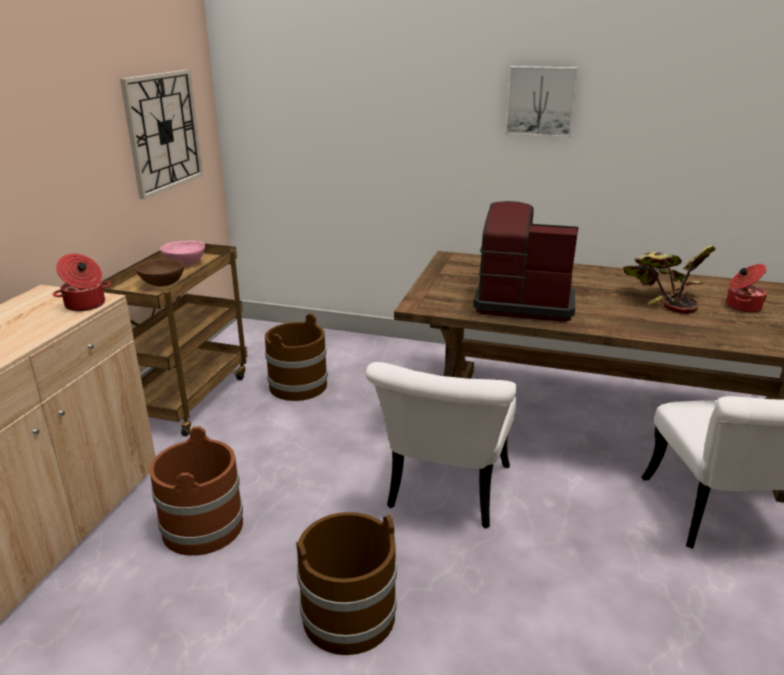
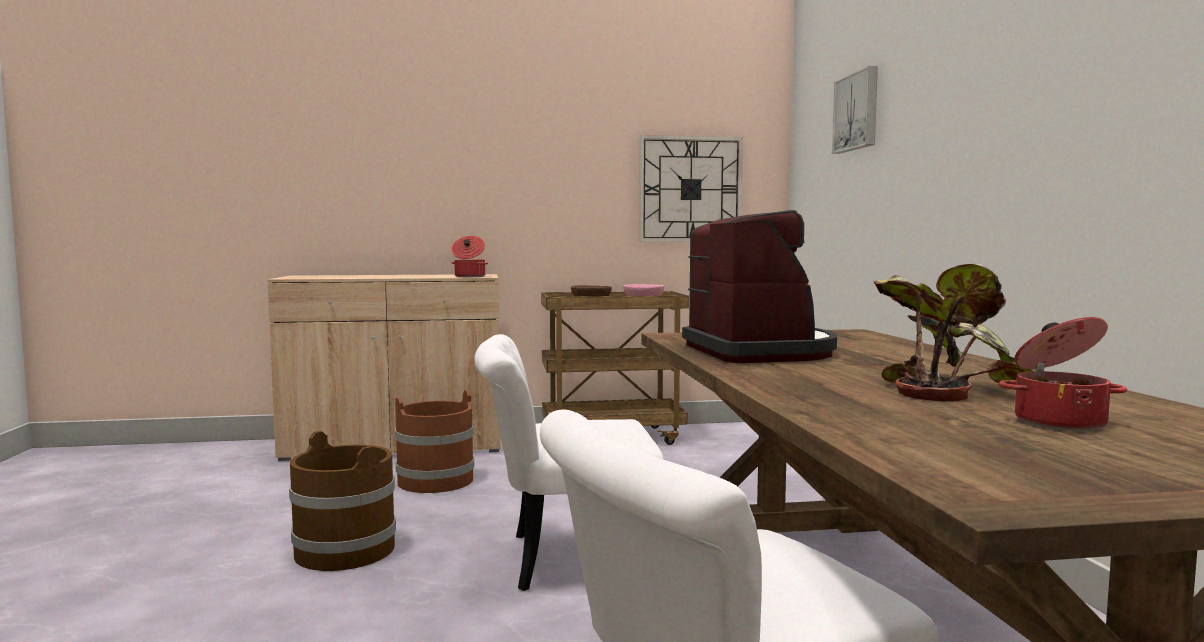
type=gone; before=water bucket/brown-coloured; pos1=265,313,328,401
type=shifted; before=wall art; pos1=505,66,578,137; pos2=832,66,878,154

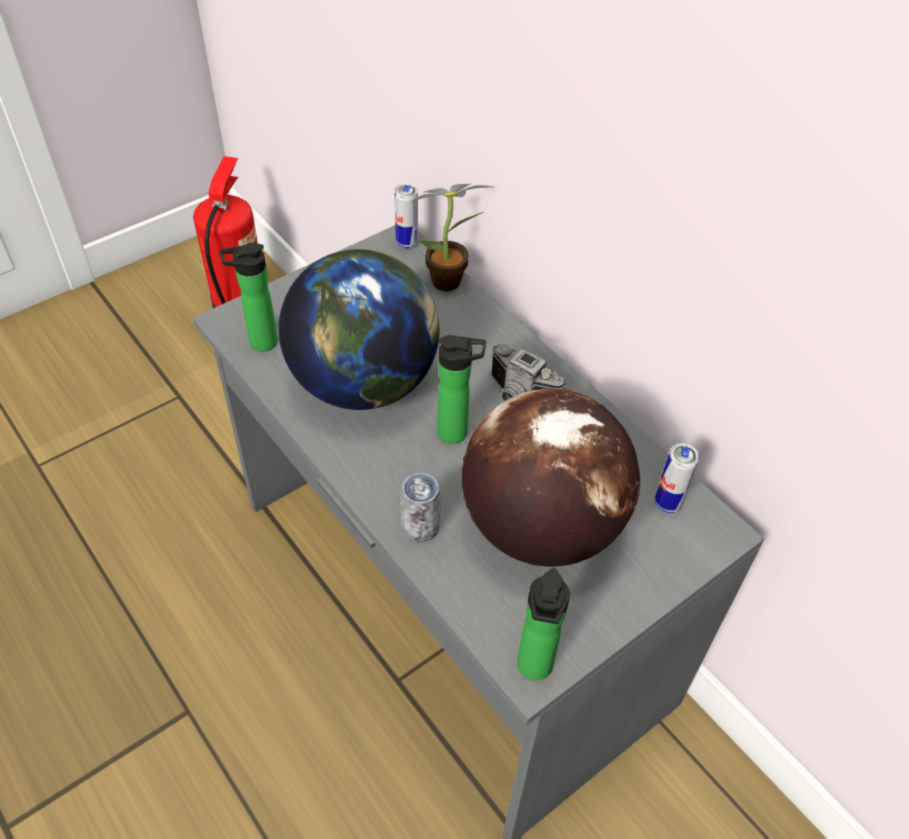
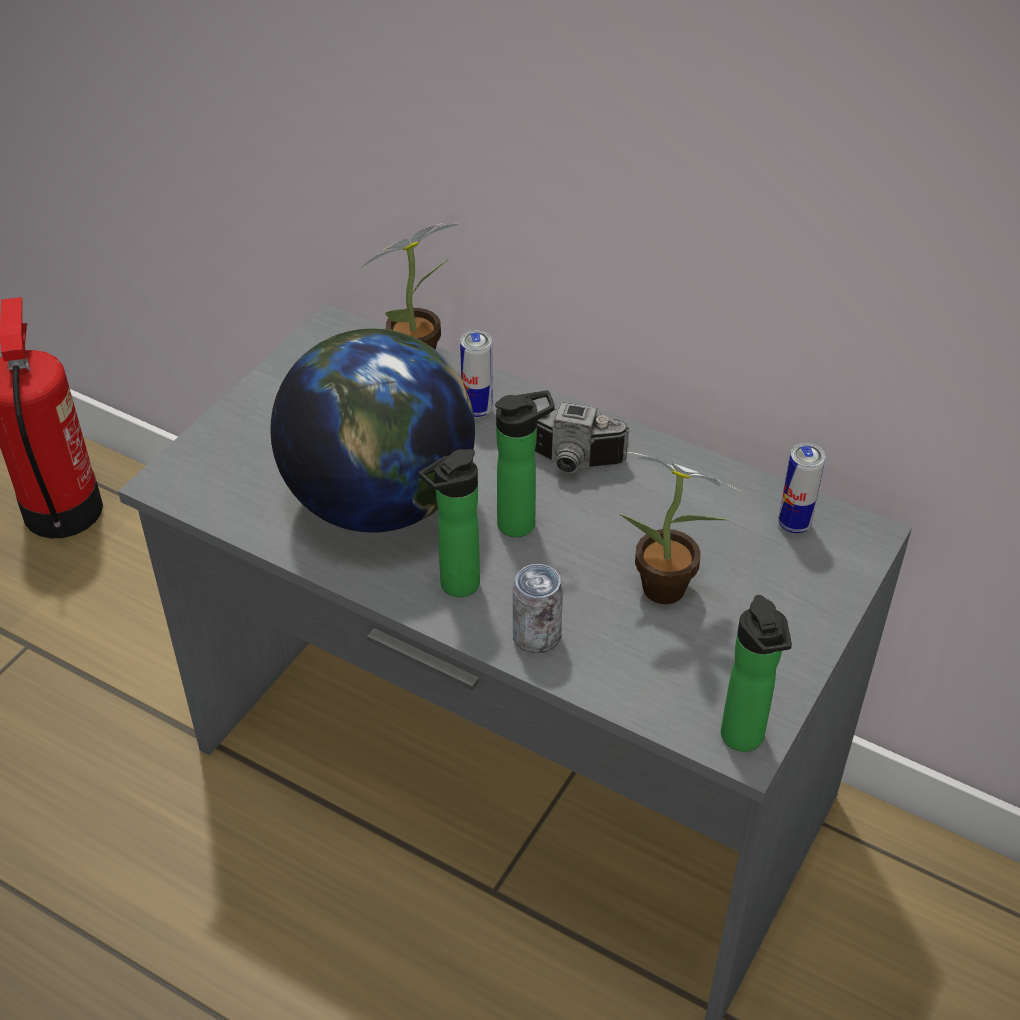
type=shifted; before=bottle; pos1=219,243,278,351; pos2=419,449,480,597
type=shifted; before=metal can; pos1=395,183,418,249; pos2=460,330,493,418
type=swapped; before=world globe; after=potted plant; pos1=462,388,641,567; pos2=620,452,743,604

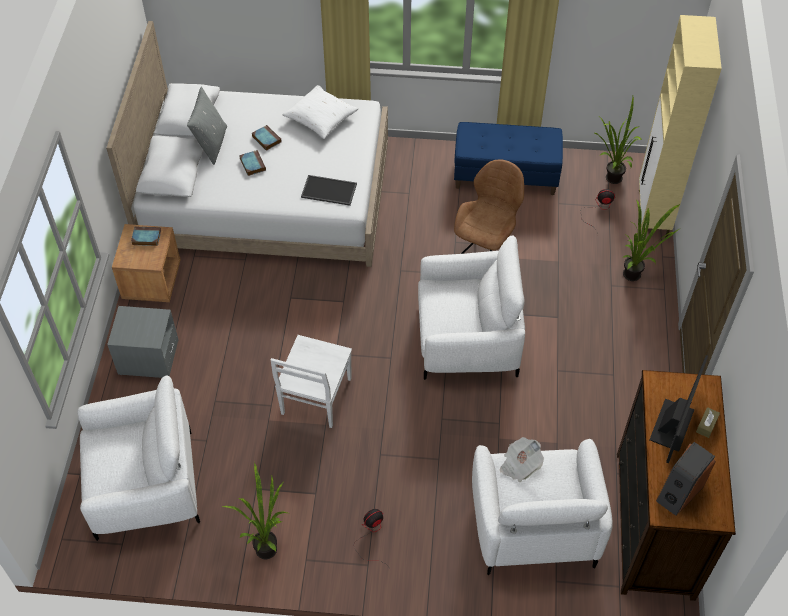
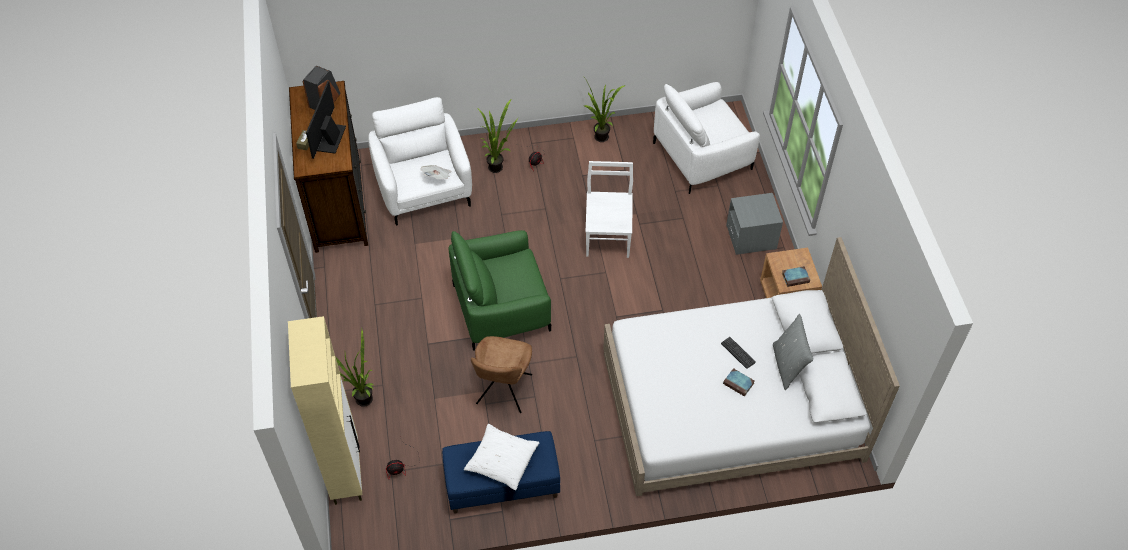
type=swapped; before=bound book; after=computer keyboard; pos1=239,150,266,176; pos2=721,337,756,369
type=shifted; before=throw pillow/whitish; pos1=282,85,358,139; pos2=464,424,540,490
type=gone; before=carrying tray; pos1=301,175,357,206
type=repainted; before=easy chair/whitish; after=easy chair/green; pos1=418,235,525,380; pos2=448,230,551,351
type=shifted; before=potted plant; pos1=595,97,643,184; pos2=477,99,519,173

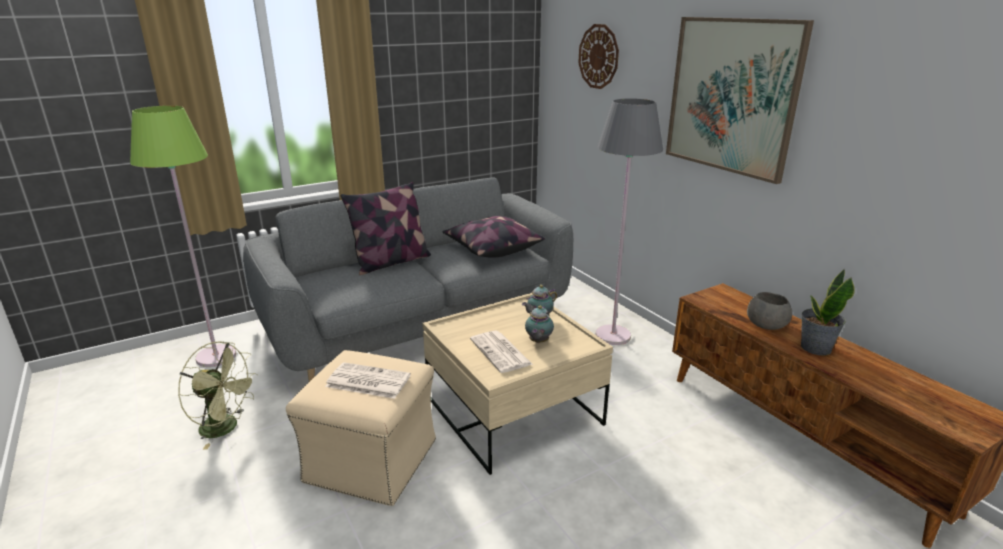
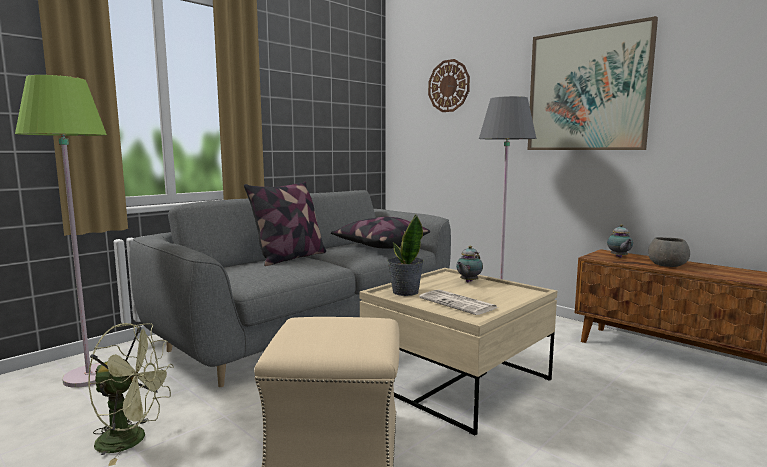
type=gone; before=printed paper; pos1=325,362,411,399
type=shifted; before=tea pot; pos1=525,305,554,343; pos2=607,224,633,258
type=shifted; before=potted plant; pos1=801,269,855,355; pos2=387,215,424,296

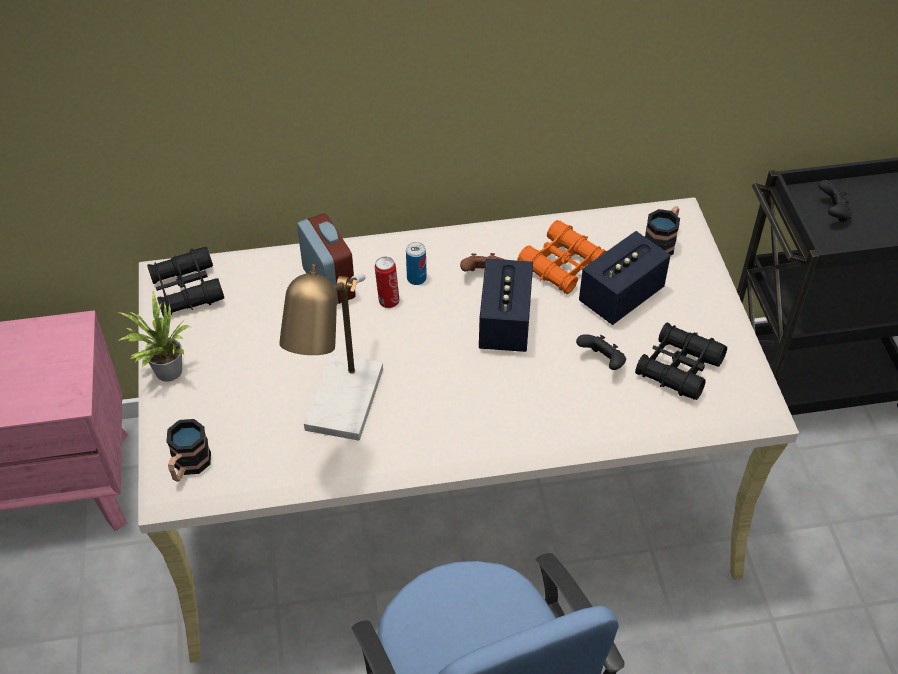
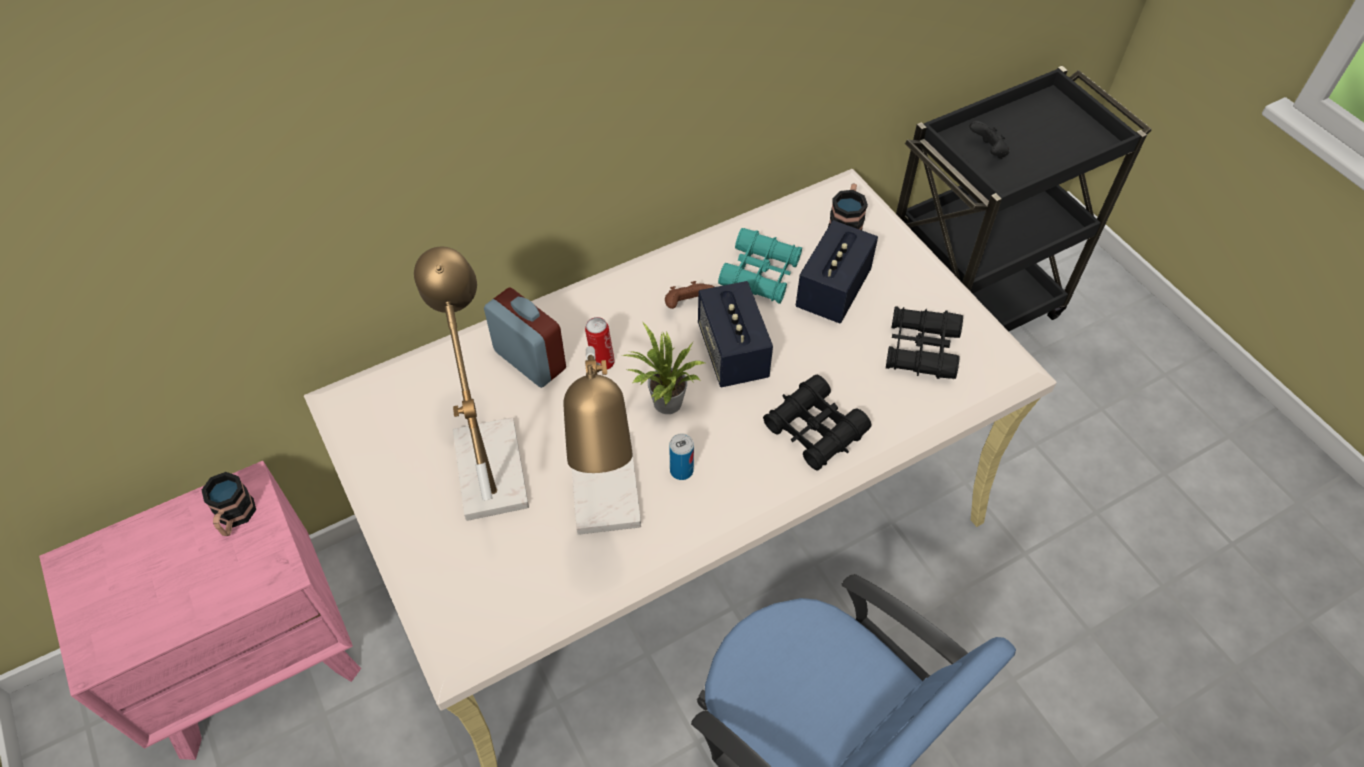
type=shifted; before=potted plant; pos1=118,291,191,382; pos2=622,321,705,414
type=shifted; before=binoculars/black; pos1=147,247,224,317; pos2=763,375,872,471
type=shifted; before=coffee mug; pos1=166,419,211,481; pos2=202,472,256,536
type=shifted; before=metal can; pos1=406,242,427,285; pos2=669,434,694,480
type=repainted; before=binoculars/orange-coloured; after=binoculars/turquoise-coloured; pos1=517,220,607,294; pos2=718,228,802,304
type=gone; before=game controller/black; pos1=576,334,626,370
type=new; after=tabletop lamp; pos2=414,246,529,521

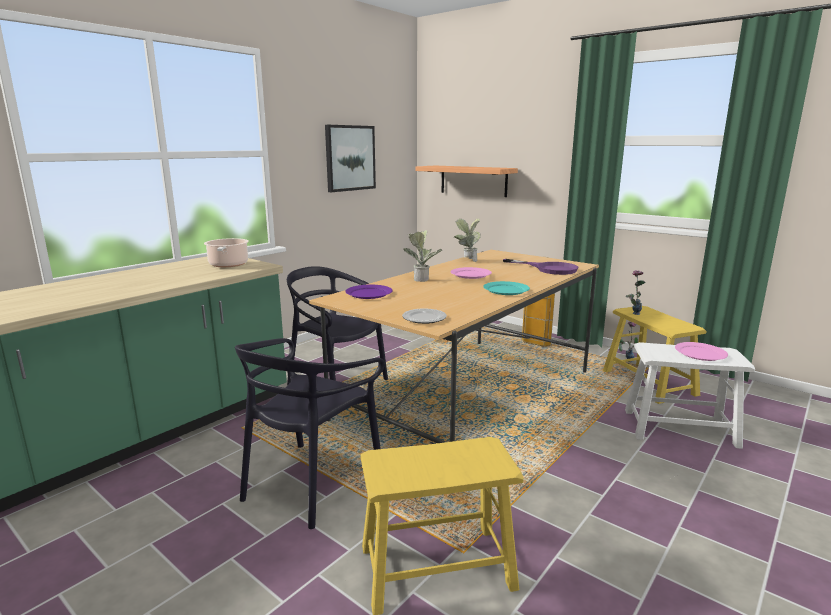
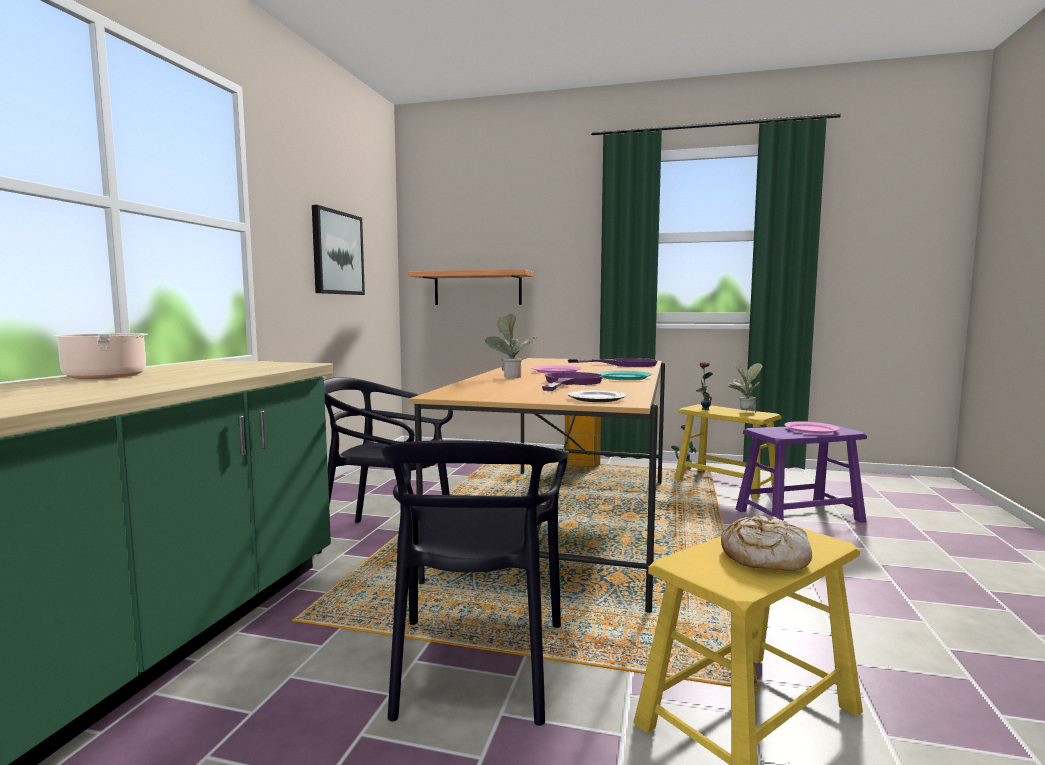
type=shifted; before=saucepot; pos1=204,238,249,267; pos2=52,333,148,379
type=gone; before=plate/purple-coloured; pos1=345,285,393,299
type=shifted; before=potted plant; pos1=454,219,481,262; pos2=727,363,763,412
type=repainted; before=stool/whitish; after=stool/purple-coloured; pos1=625,342,755,449; pos2=736,424,867,523
type=new; after=frying pan/purple-coloured; pos2=542,372,604,391
type=new; after=bakery bread; pos2=721,516,812,571

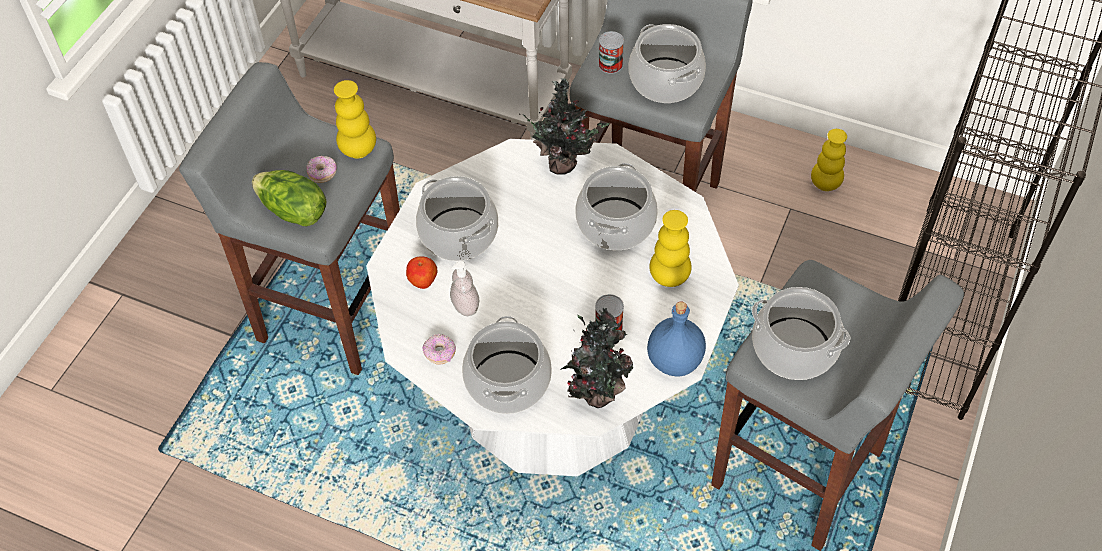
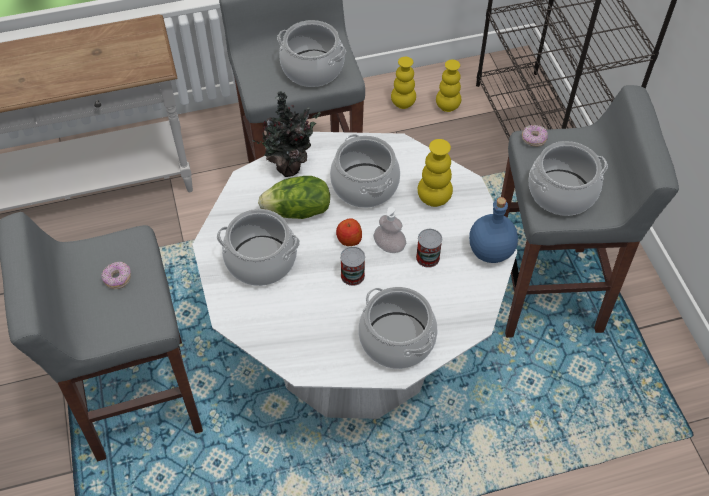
type=shifted; before=lettuce head; pos1=252,170,326,227; pos2=258,176,330,219
type=shifted; before=flower vase/yellow; pos1=334,80,376,159; pos2=436,60,461,112
type=shifted; before=apple; pos1=406,256,437,289; pos2=336,218,362,246
type=shifted; before=doughnut; pos1=422,334,456,365; pos2=522,125,548,147
type=shifted; before=soap bottle; pos1=450,261,479,316; pos2=373,207,406,253
type=gone; before=potted plant; pos1=561,308,633,408
type=shifted; before=metal can; pos1=599,31,624,74; pos2=340,246,365,286

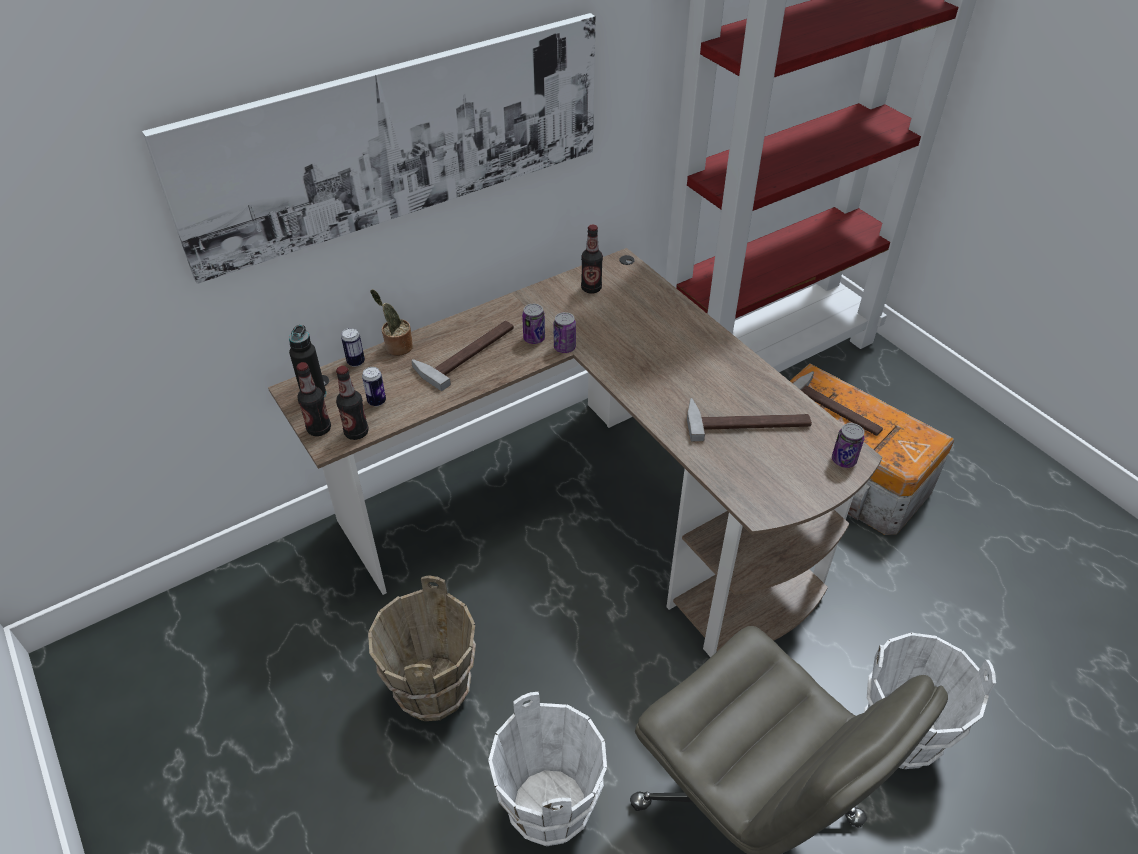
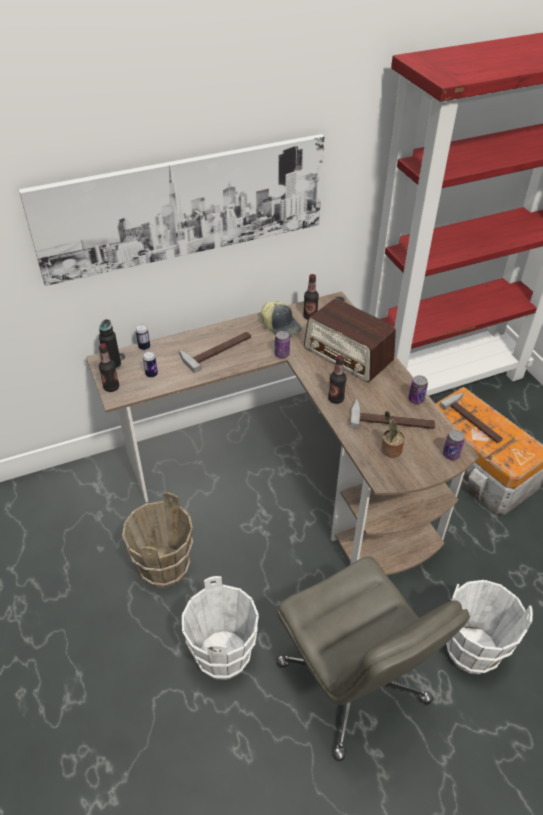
type=shifted; before=bottle; pos1=336,366,369,440; pos2=328,355,347,404
type=shifted; before=potted plant; pos1=370,289,413,356; pos2=381,411,405,458
type=shifted; before=metal can; pos1=522,304,545,344; pos2=408,375,428,404
type=new; after=peaked cap; pos2=261,301,302,337
type=new; after=radio receiver; pos2=304,298,396,382

